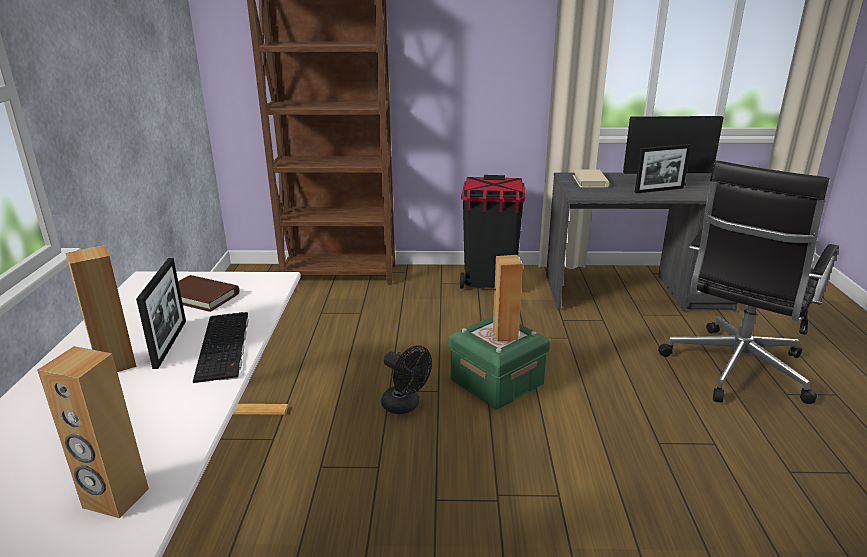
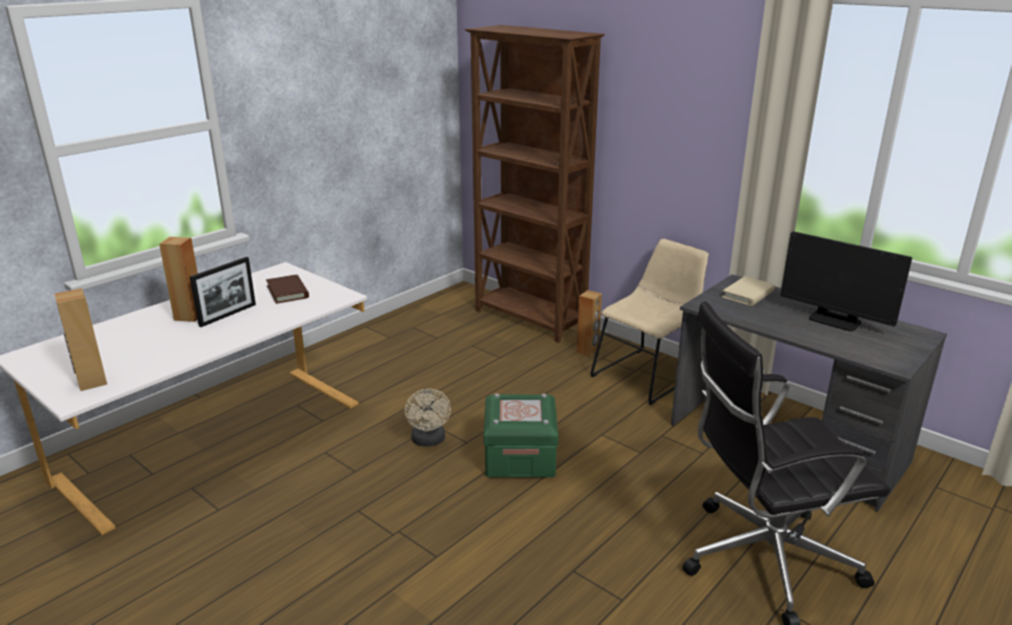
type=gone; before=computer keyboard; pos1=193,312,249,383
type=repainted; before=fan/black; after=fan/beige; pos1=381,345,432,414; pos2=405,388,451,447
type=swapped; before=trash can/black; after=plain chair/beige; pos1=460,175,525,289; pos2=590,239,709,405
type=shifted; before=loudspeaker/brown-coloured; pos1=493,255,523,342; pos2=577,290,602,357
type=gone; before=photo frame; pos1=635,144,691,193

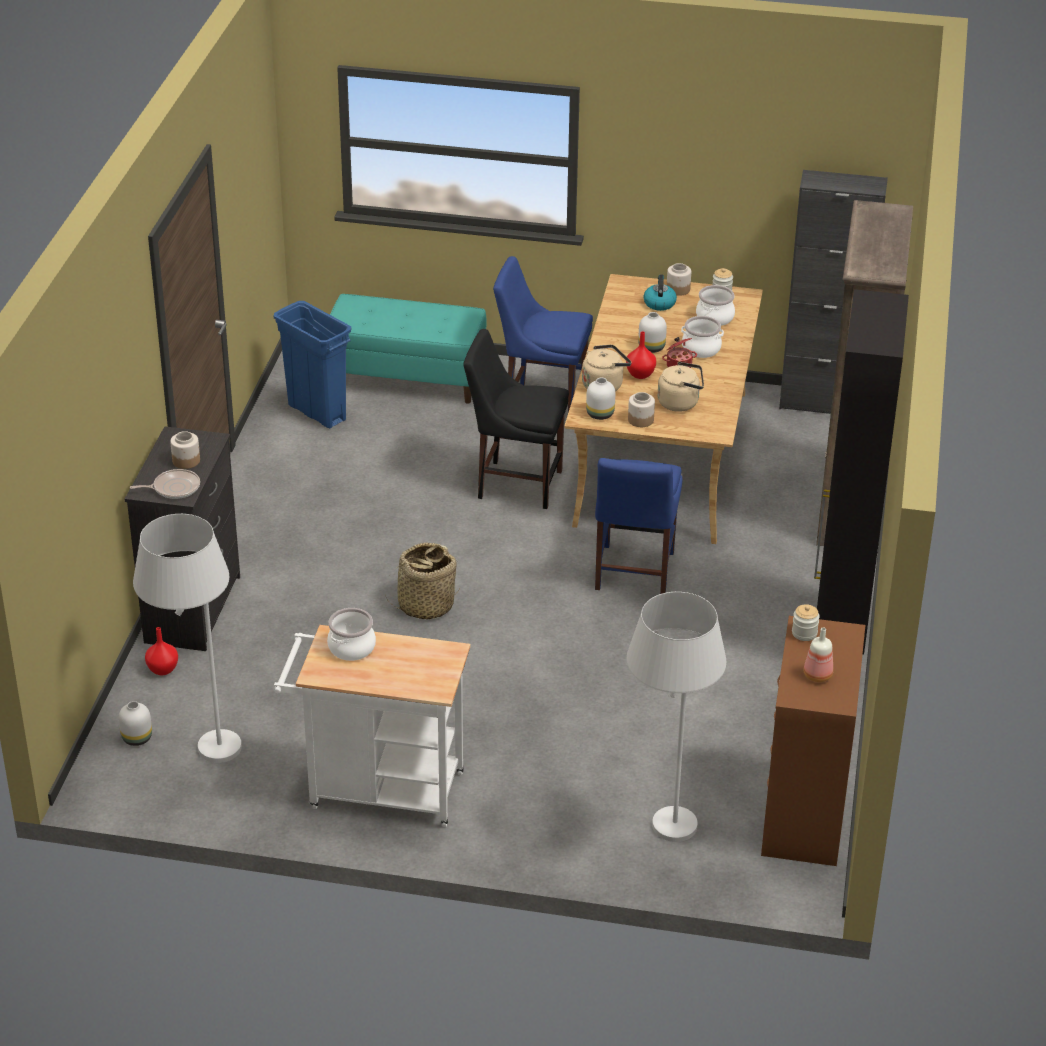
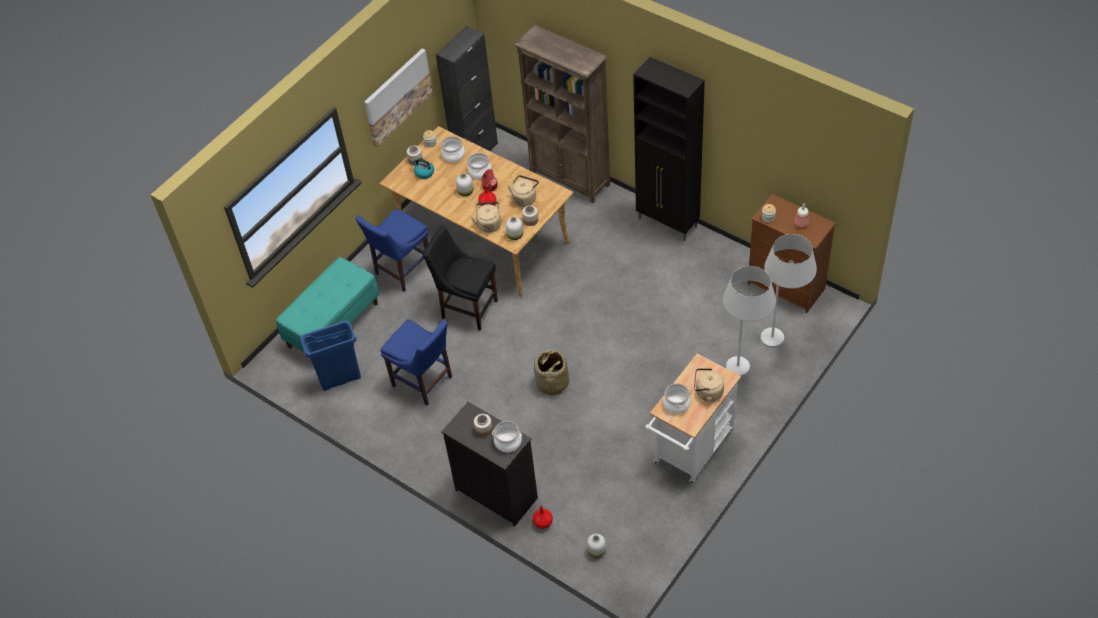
type=swapped; before=frying pan; after=saucepot; pos1=130,469,200,499; pos2=492,421,522,452
type=shifted; before=floor lamp/whitish; pos1=133,514,242,763; pos2=723,266,776,377
type=rotated; before=plain chair/black; pos1=463,329,569,509; pos2=423,226,498,331; turn=75
type=shifted; before=plain chair/blue-coloured; pos1=595,458,682,594; pos2=380,319,452,406
type=new; after=wall art; pos2=364,49,433,147
type=new; after=kettle/beige; pos2=694,368,724,402

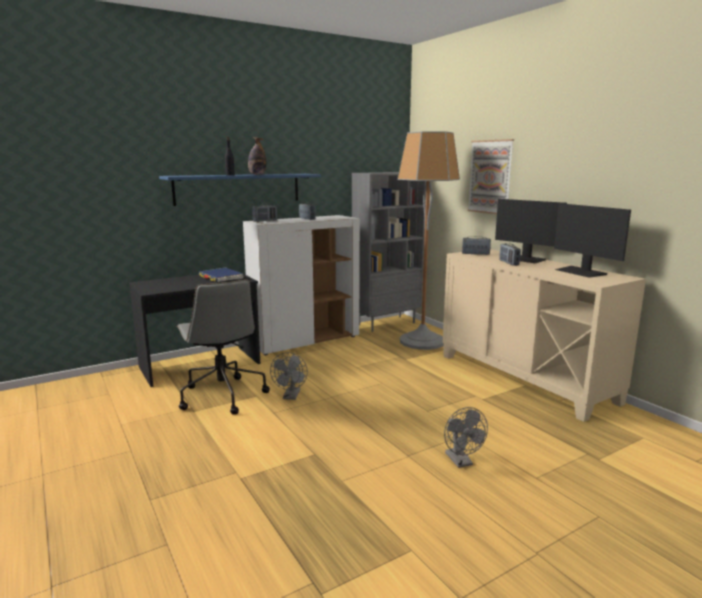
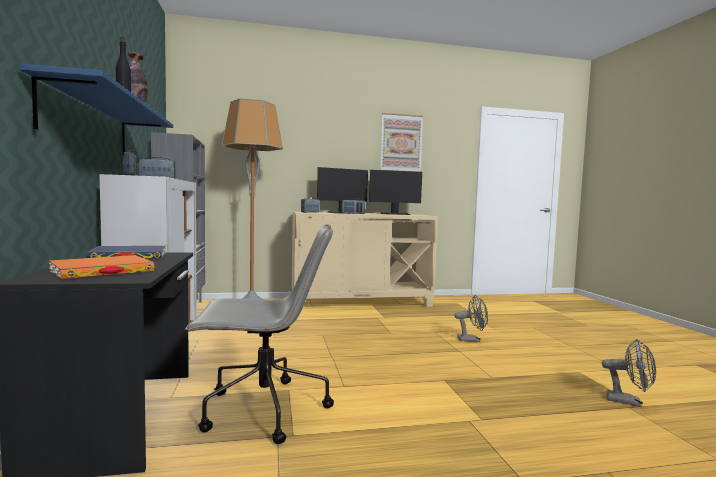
type=shifted; before=fan/greyish; pos1=270,352,308,400; pos2=602,339,656,407
type=shifted; before=wall art; pos1=467,139,514,214; pos2=380,113,423,172
type=new; after=bound book/orange-coloured; pos2=49,255,154,279

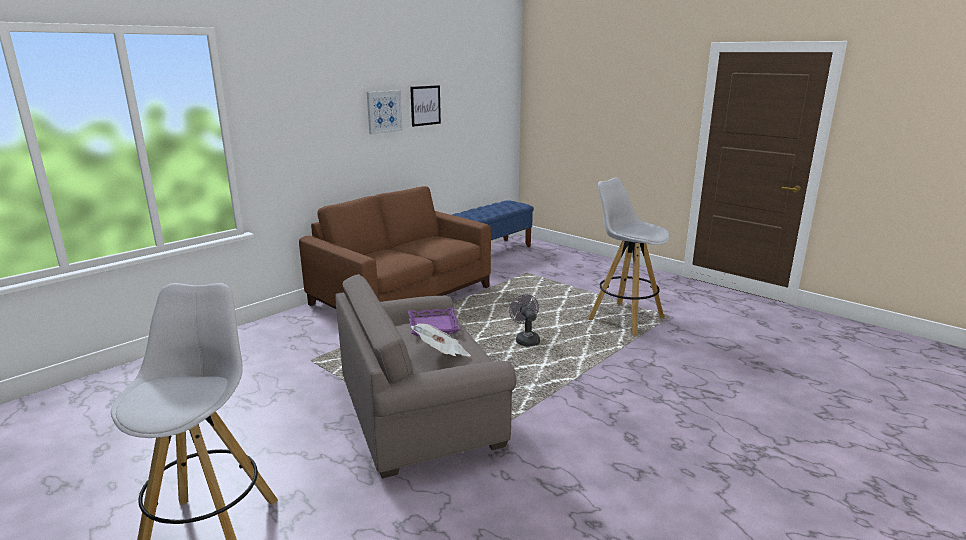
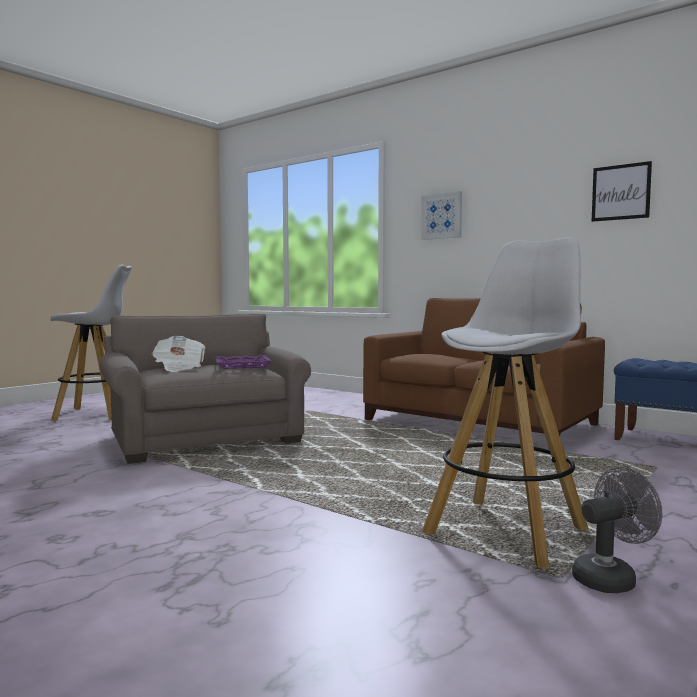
type=shifted; before=wall art; pos1=367,90,403,135; pos2=421,191,462,240
type=shifted; before=fan/greyish; pos1=509,294,540,346; pos2=572,467,663,593

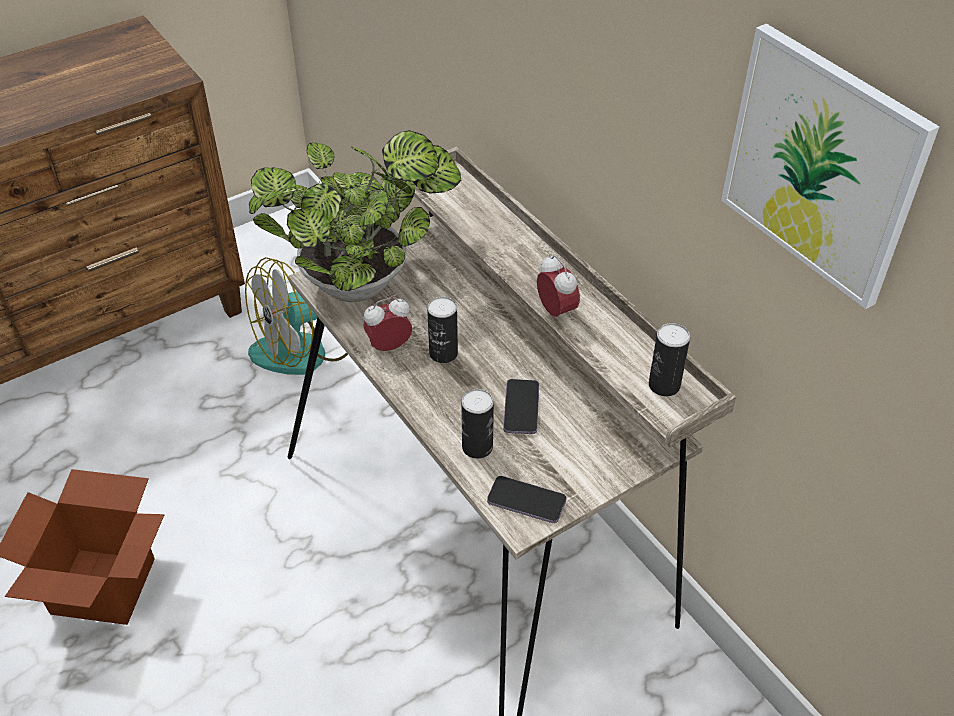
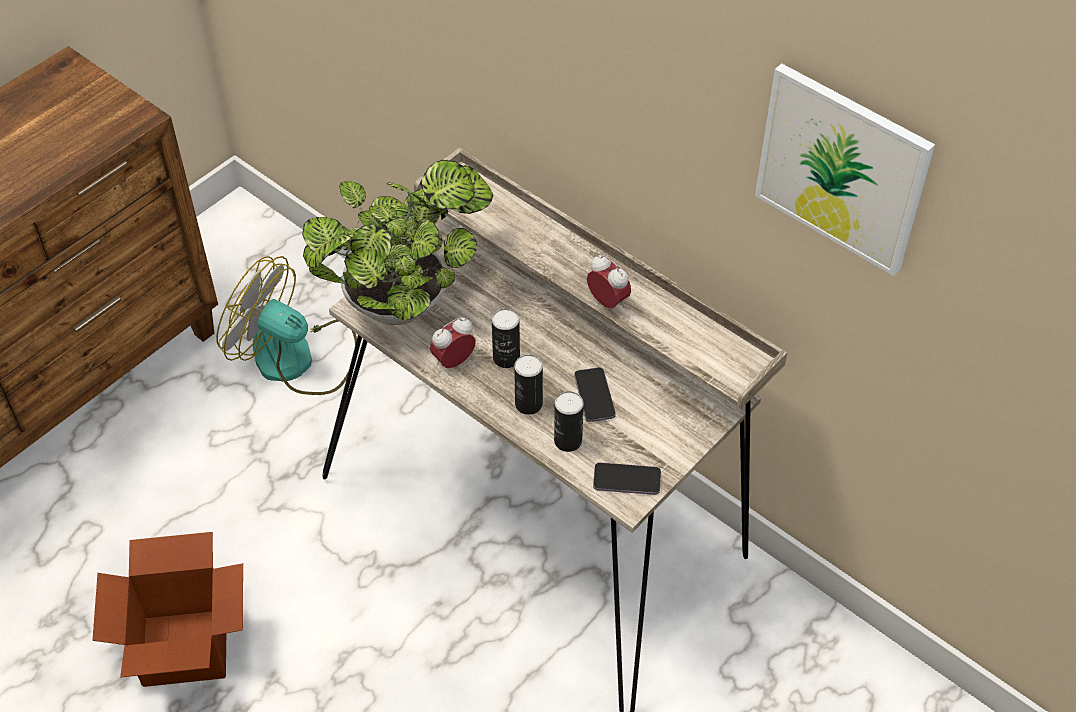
type=rotated; before=fan; pos1=245,257,348,375; pos2=216,256,357,395; turn=75
type=shifted; before=metal can; pos1=649,323,690,396; pos2=514,354,543,415

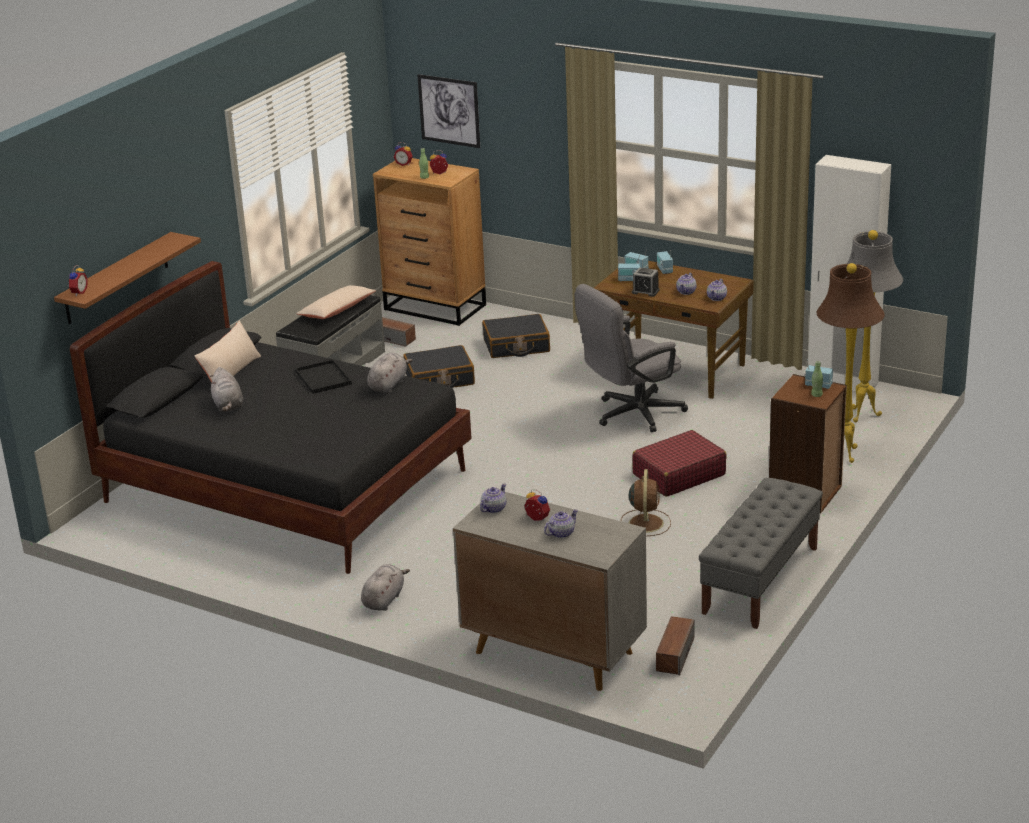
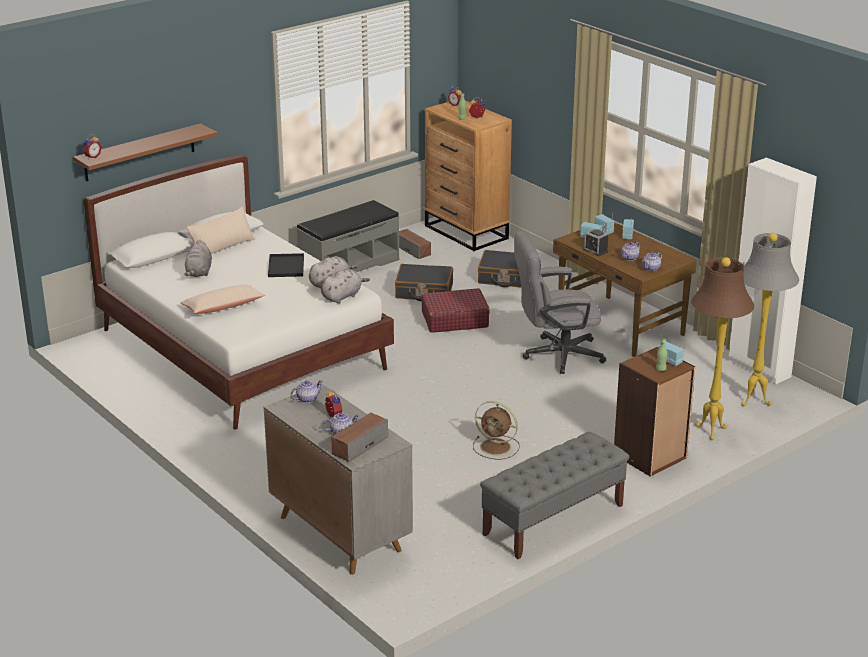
type=repainted; before=bedroom bed/black; after=bedroom bed/whitish; pos1=70,261,472,574; pos2=84,154,394,430
type=shifted; before=throw pillow/beige; pos1=296,285,377,319; pos2=180,284,265,314
type=shifted; before=cuddly toy/greyish; pos1=361,564,410,611; pos2=321,269,370,303
type=gone; before=wall art; pos1=417,74,480,148
type=rotated; before=fan/brown-coloured; pos1=621,469,671,536; pos2=473,401,520,460; turn=90
type=shifted; before=piece of luggage/reddish; pos1=632,430,727,497; pos2=422,288,490,333
type=shifted; before=loudspeaker; pos1=656,616,695,676; pos2=331,413,388,462

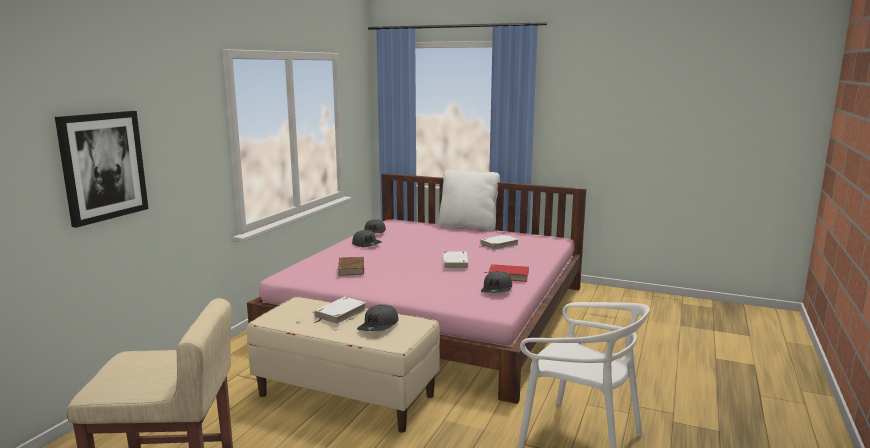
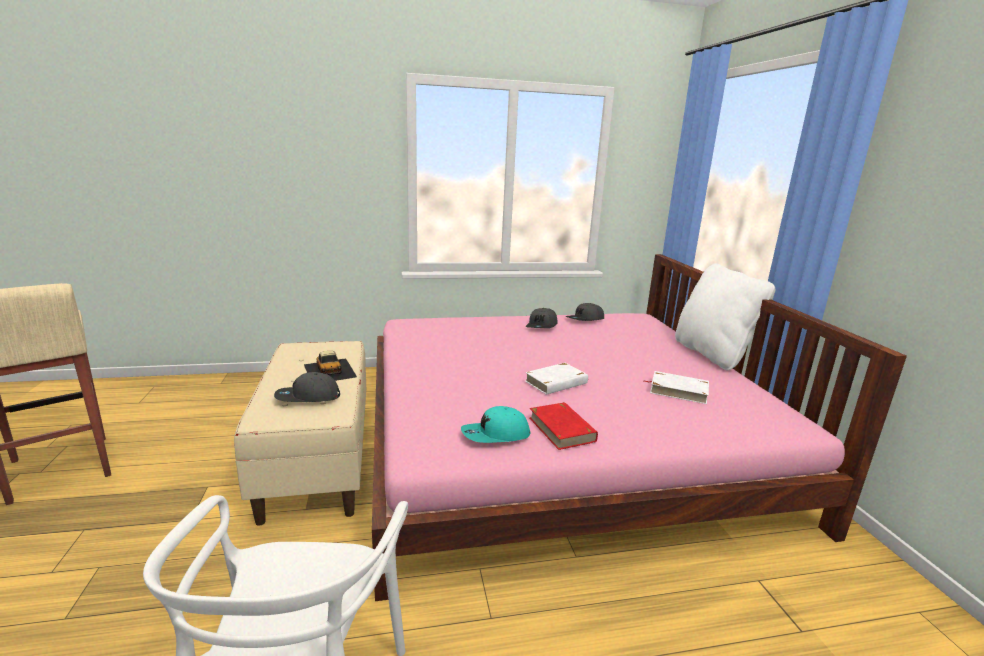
type=gone; before=wall art; pos1=55,111,148,228
type=swapped; before=bound book/whitish; after=model car; pos1=314,297,367,325; pos2=304,351,357,381
type=gone; before=bound book/brown-coloured; pos1=338,257,364,276
type=repainted; before=peaked cap/greyish; after=peaked cap/turquoise-coloured; pos1=481,271,512,293; pos2=461,406,530,443

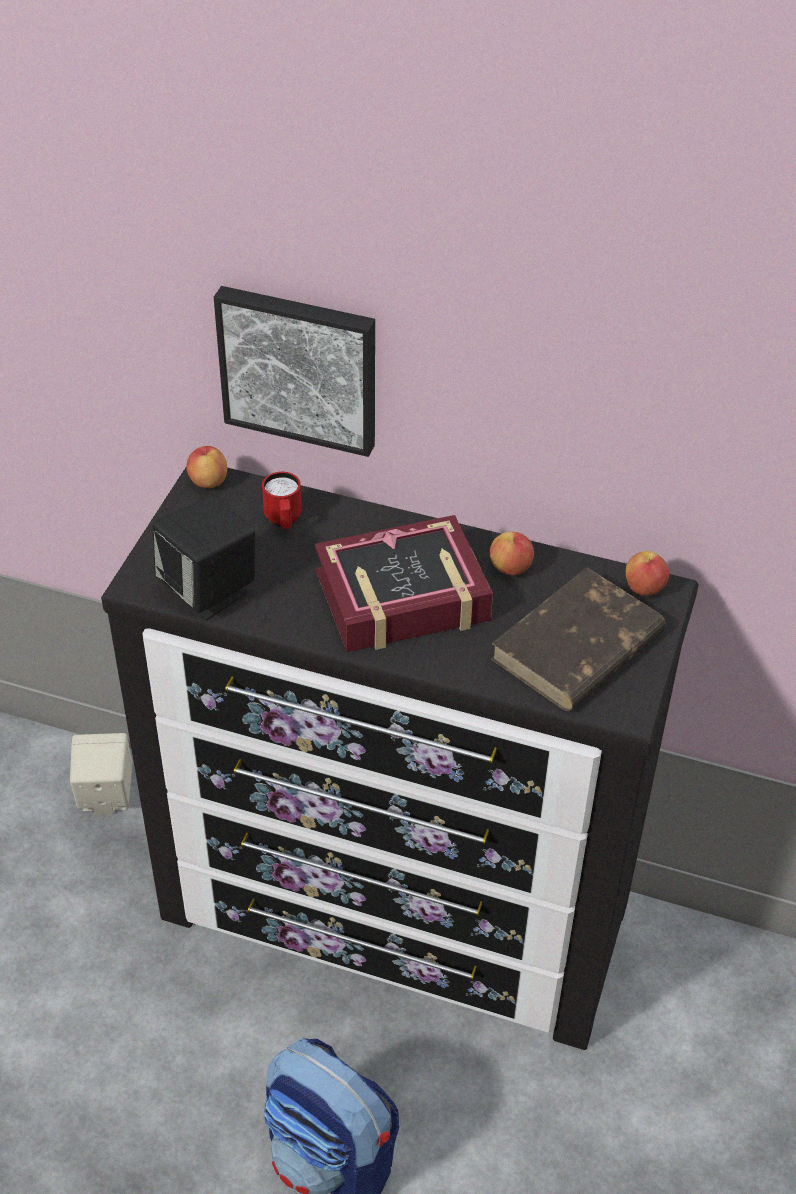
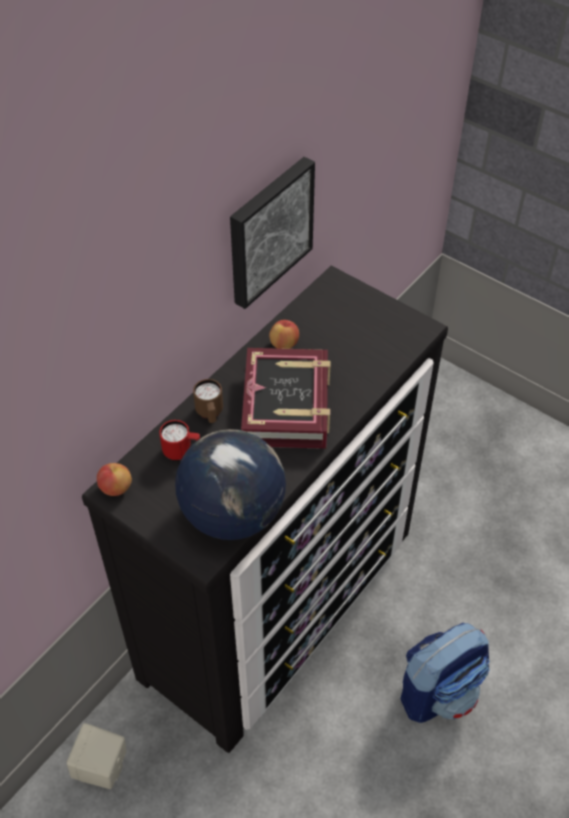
type=swapped; before=loudspeaker/black; after=world globe; pos1=152,496,256,620; pos2=175,429,286,540
type=shifted; before=wall art; pos1=214,286,375,457; pos2=230,157,315,309
type=gone; before=bound book/brown-coloured; pos1=491,567,666,711
type=gone; before=apple; pos1=626,551,669,596
type=new; after=coffee mug/brown-coloured; pos2=193,379,223,423

